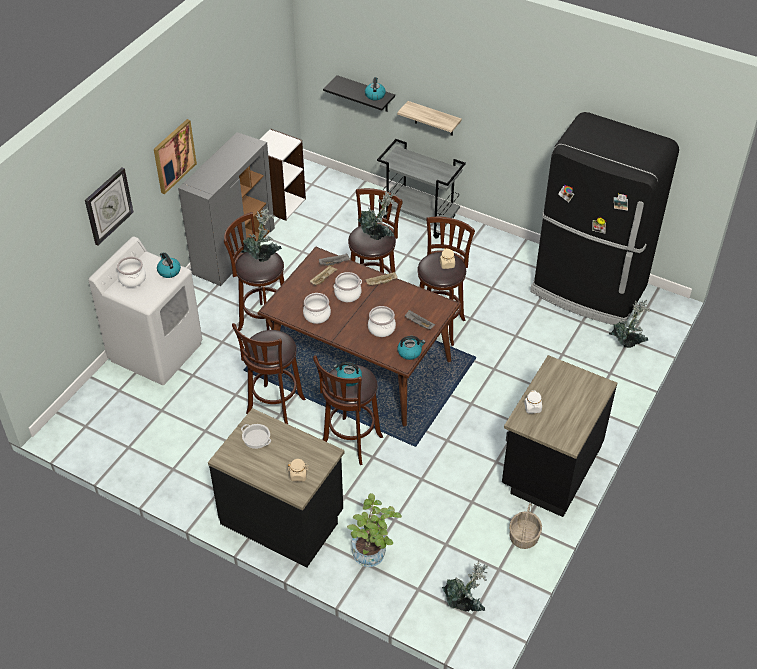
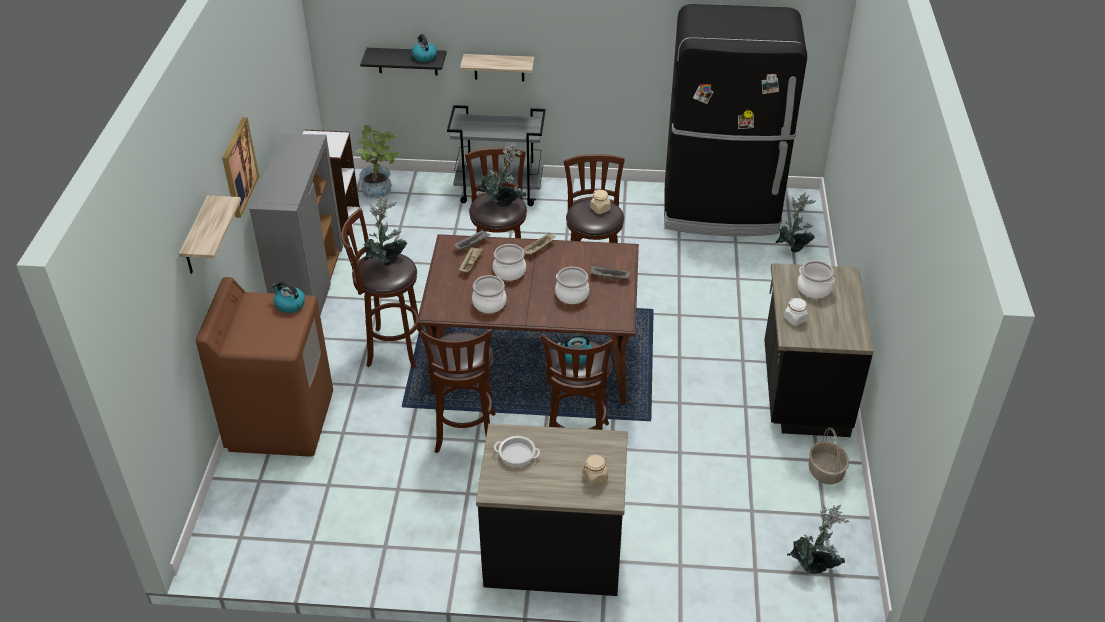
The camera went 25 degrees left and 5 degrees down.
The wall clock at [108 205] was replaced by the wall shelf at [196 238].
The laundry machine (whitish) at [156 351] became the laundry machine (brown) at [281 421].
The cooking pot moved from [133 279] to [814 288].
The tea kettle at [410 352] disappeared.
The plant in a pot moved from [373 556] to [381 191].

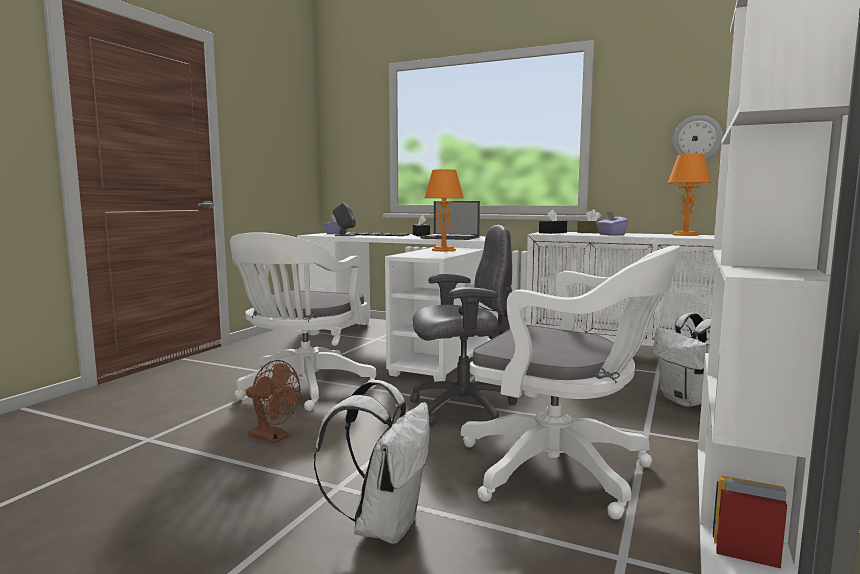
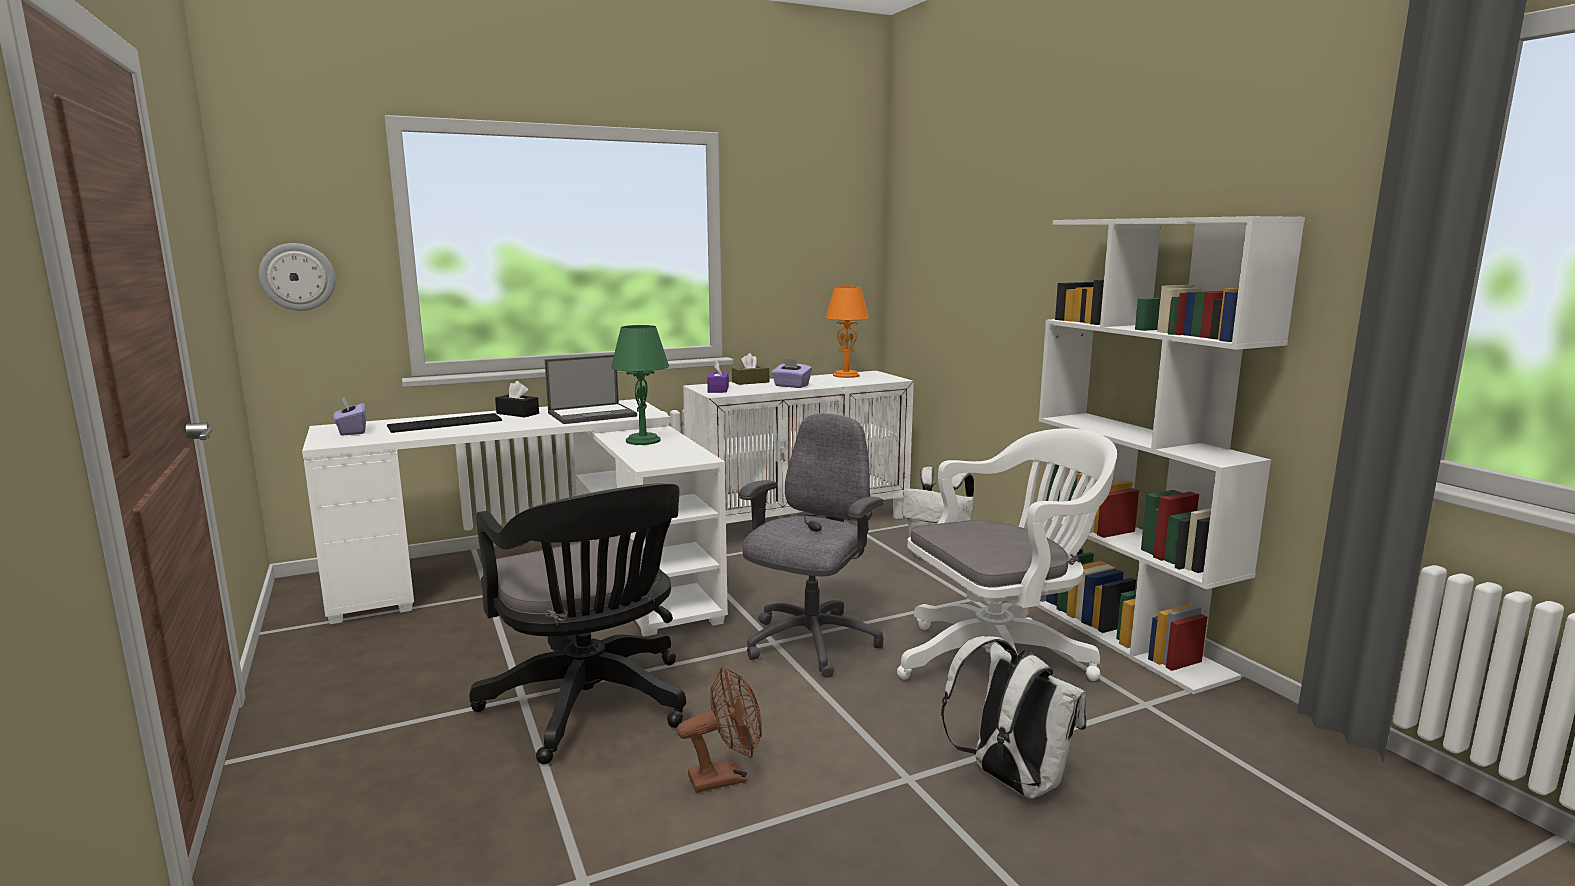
The camera went 50 degrees left and 5 degrees up.
The wall clock moved from [697 139] to [297 277].
The table lamp (orangey) at [444 250] became the table lamp (greenish) at [643 440].
The speaker (gray) at [344 235] disappeared.
The box of tissues (black-coloured) at [552 232] became the box of tissues (purple) at [718 389].
The computer chair (whitish) at [303 389] became the computer chair (black-coloured) at [591 707].

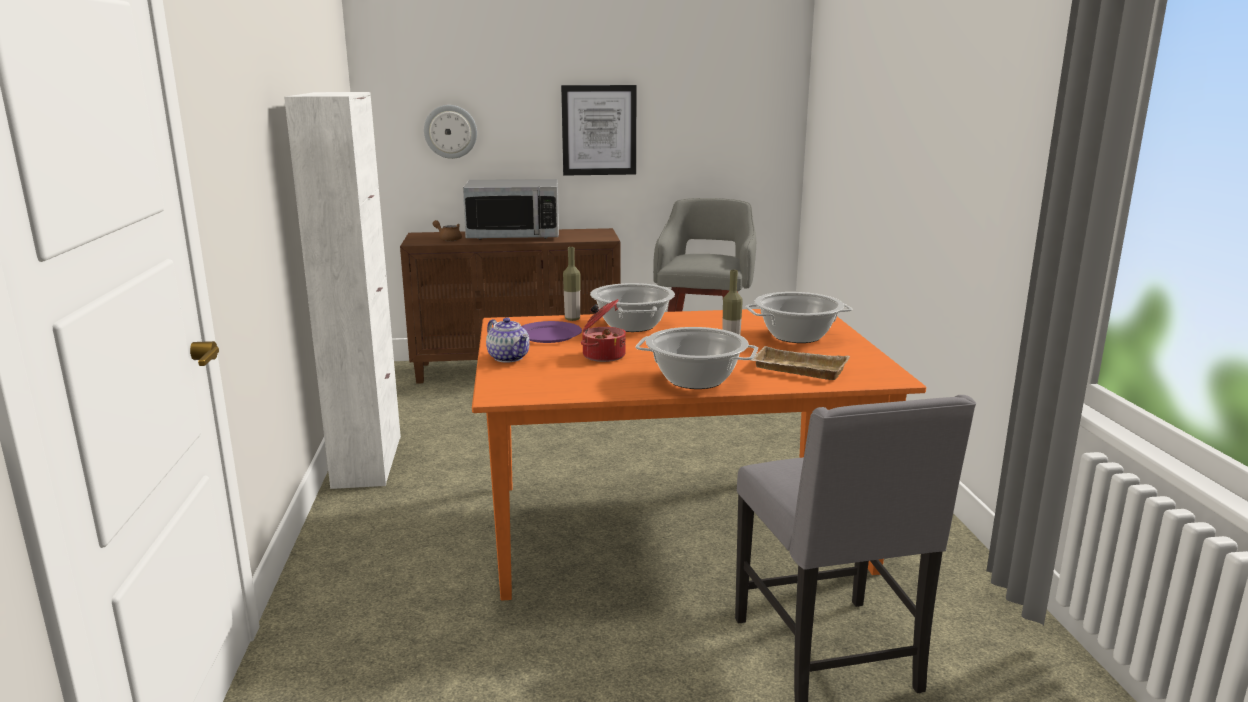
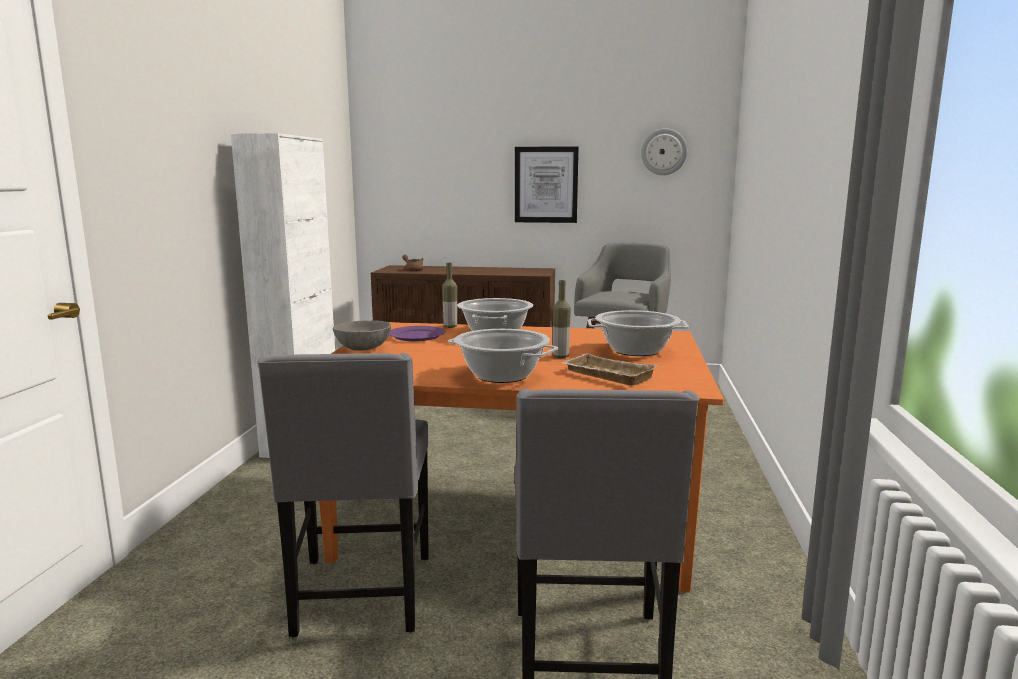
The camera went 15 degrees right and 5 degrees down.
The wall clock moved from [450 131] to [663 152].
The kitchen microwave at [514 235] disappeared.
The cooking pot at [602 355] disappeared.
The pot for tea at [509 358] was replaced by the serving bowl (gray) at [363 349].
The plain chair (gray) at [361 596] appeared.

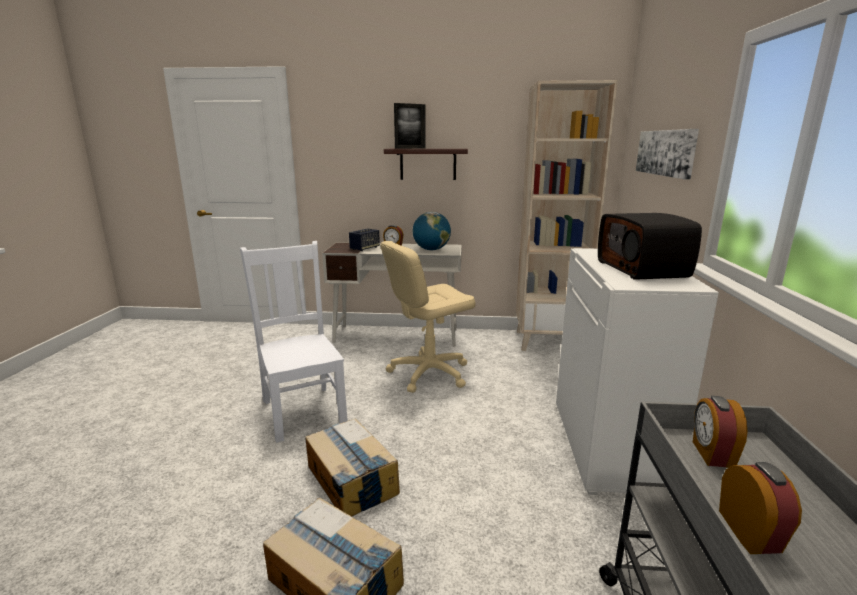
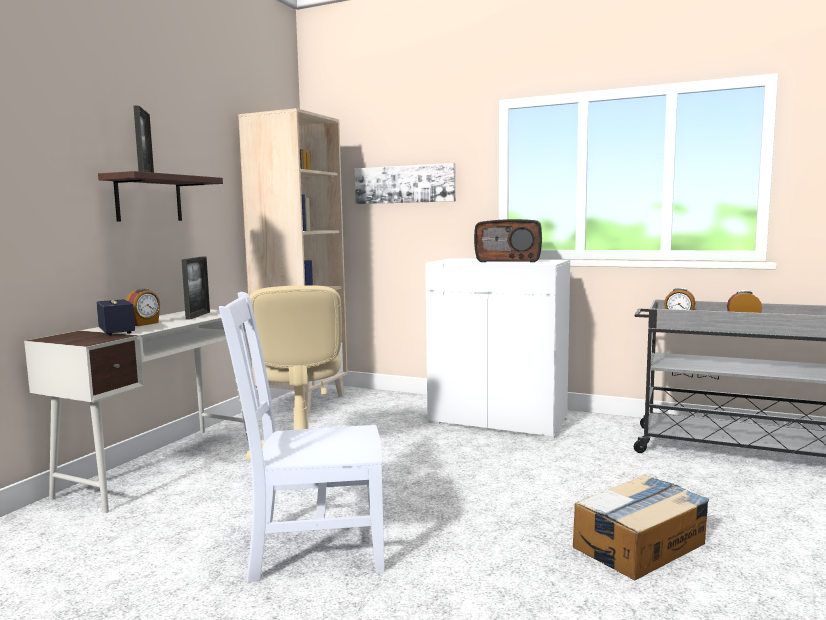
The camera went 70 degrees left and 10 degrees down.
The world globe at [431 250] was replaced by the picture frame at [198 315].
The carton at [351 480] disappeared.

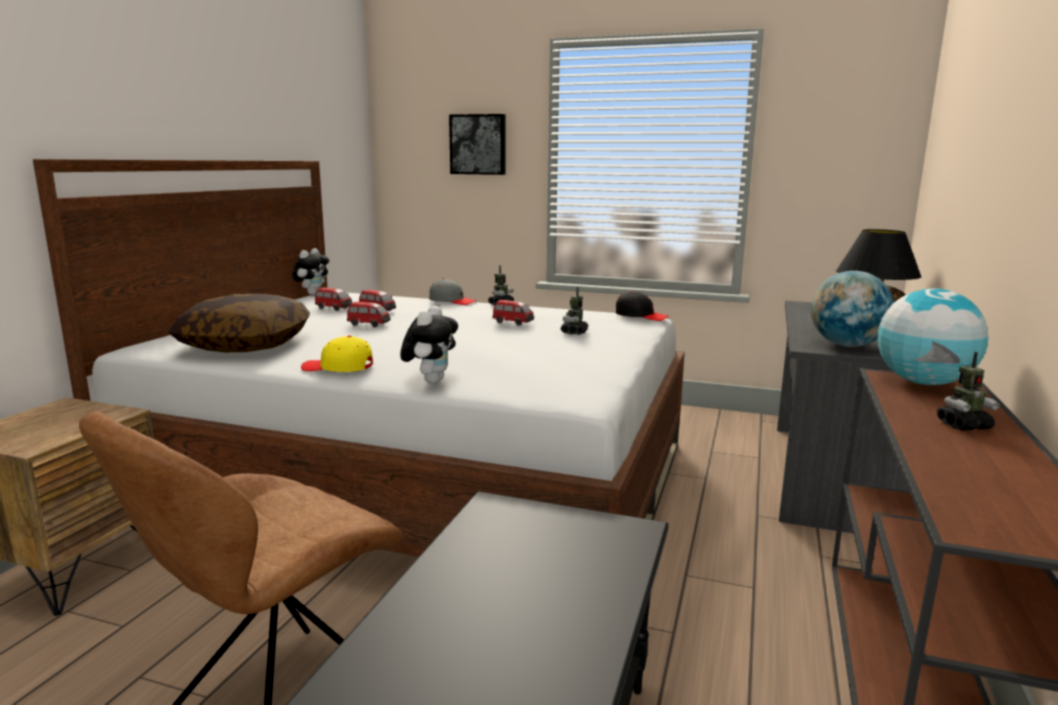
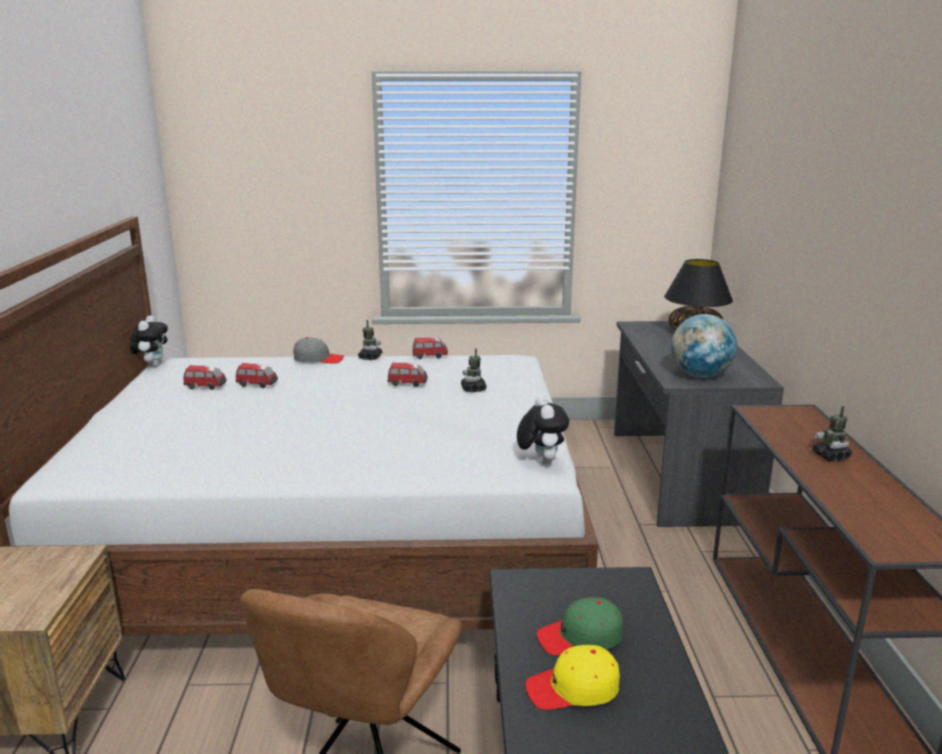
The camera went 20 degrees left and 5 degrees up.
The wall art at [478 144] disappeared.
The world globe at [923 382] disappeared.
The baseball cap (black-coloured) at [641 316] disappeared.
The throw pillow at [246 345] disappeared.
The miniature car moved from [369 324] to [430 356].
The cuddly toy moved from [431 380] to [540 461].
The baseball cap (yellowish) moved from [338 367] to [573 689].
The model robot at [963 425] turned 105 degrees clockwise.
The baseball cap (greenish) at [580 637] appeared.

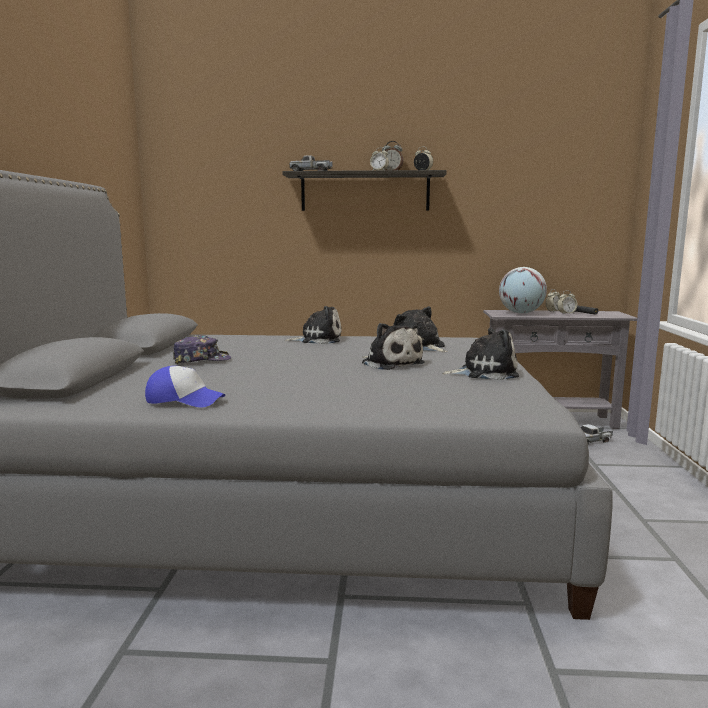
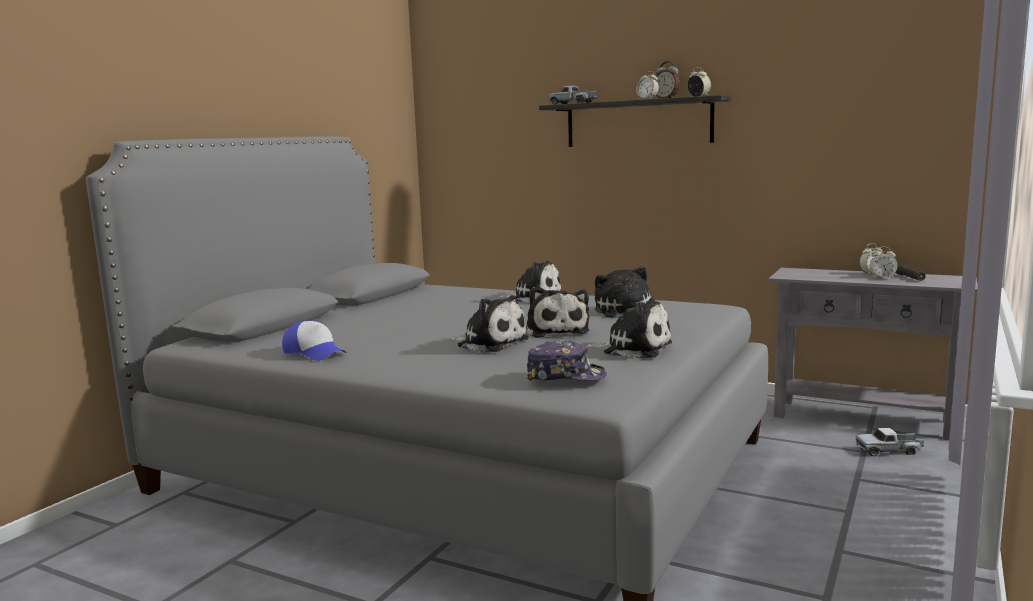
The camera went 25 degrees right and 0 degrees up.
The world globe at [521 313] disappeared.
The baseball cap moved from [202 360] to [565 376].
The cuddly toy at [490 343] appeared.

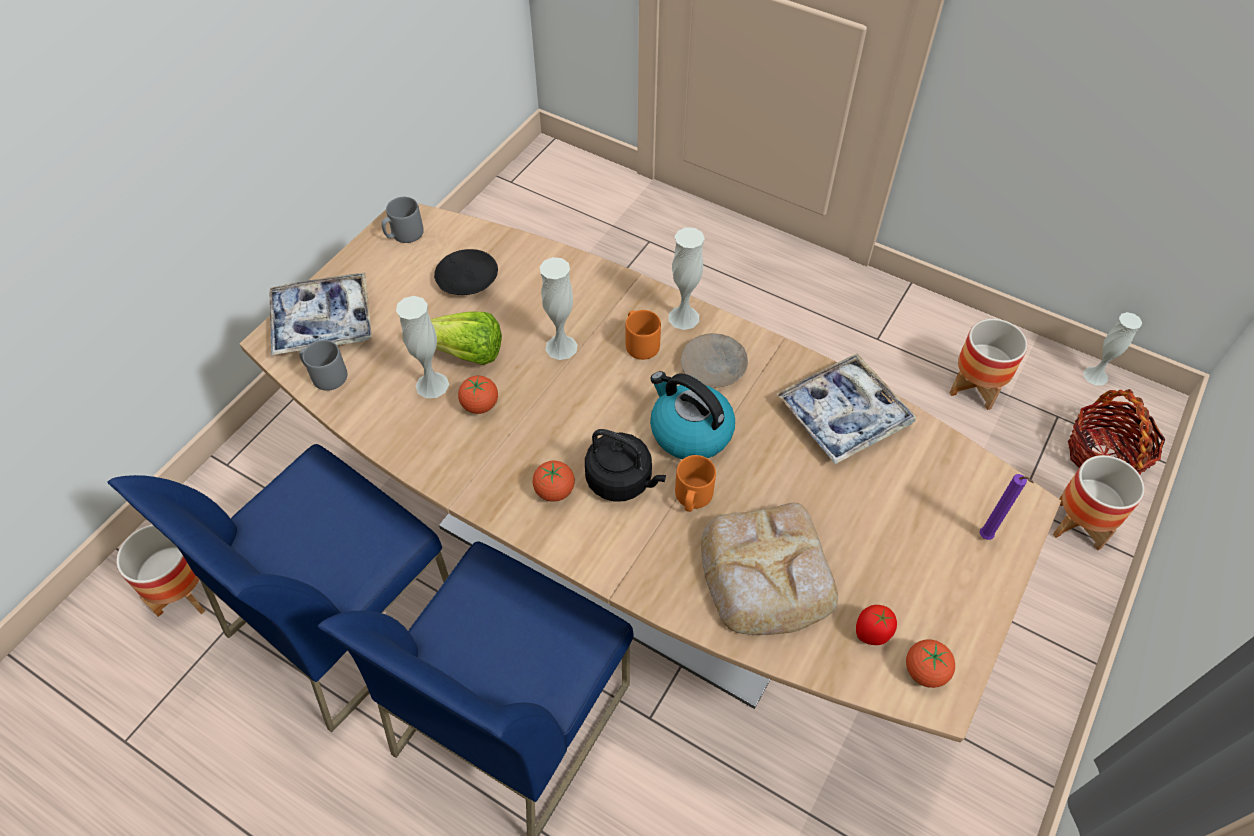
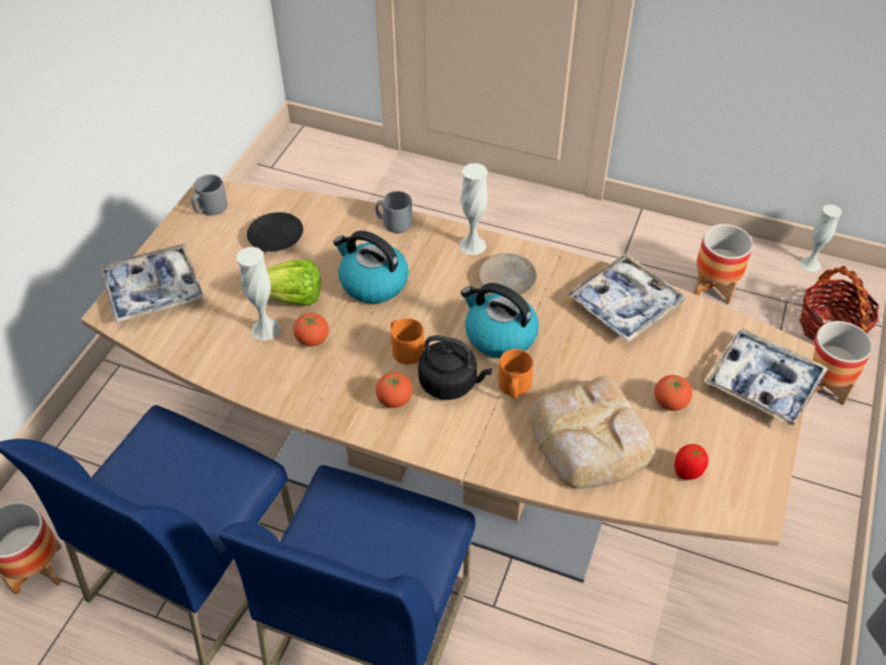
The camera went 10 degrees left and 5 degrees down.
The flower vase (whitish) at [561 347] was replaced by the tea kettle at [372 283].
The coffee mug (orangey) moved from [640 343] to [405 350].
The coffee mug (gray) moved from [326 375] to [394 223].
The candle (purple) at [986 538] was replaced by the tray at [762 383].
The tomato moved from [925 671] to [670 402].

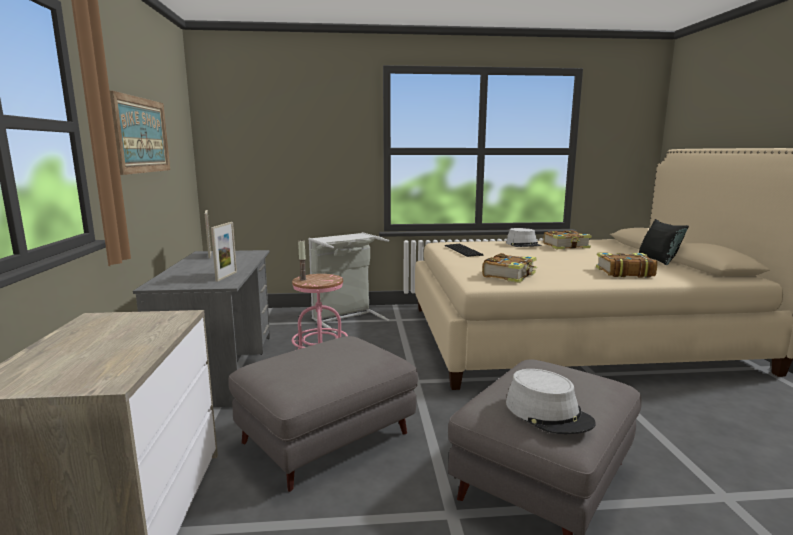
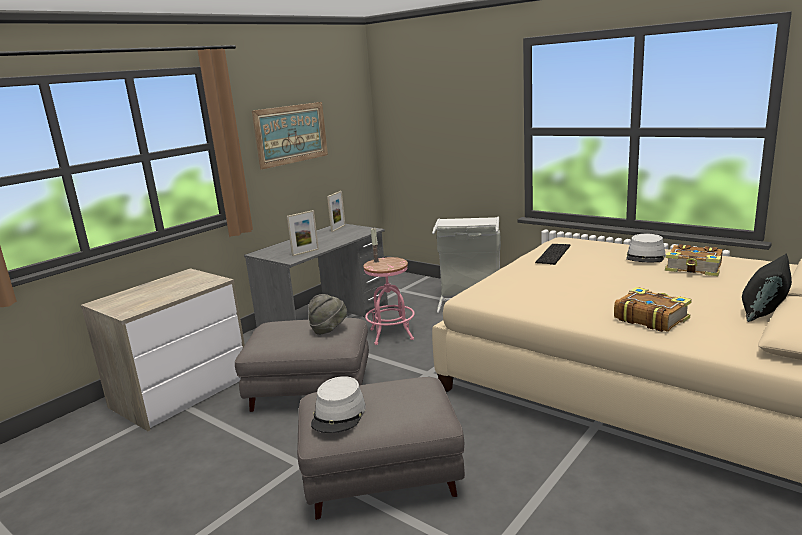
The camera went 45 degrees right and 5 degrees up.
The bound book at [510 276] disappeared.
The hat (gray) at [329 330] appeared.

